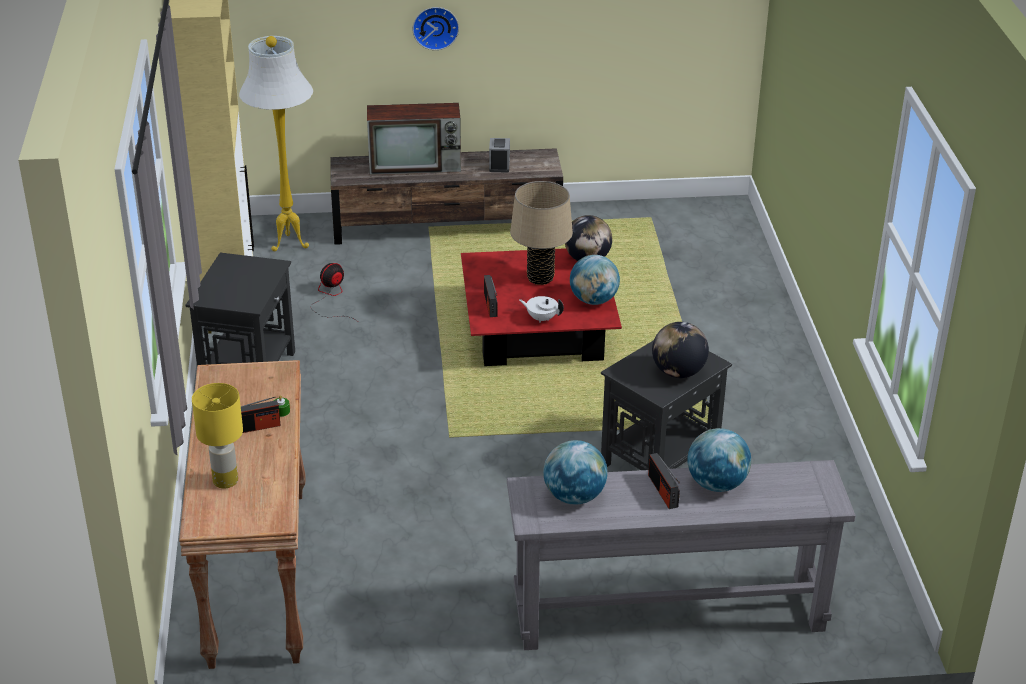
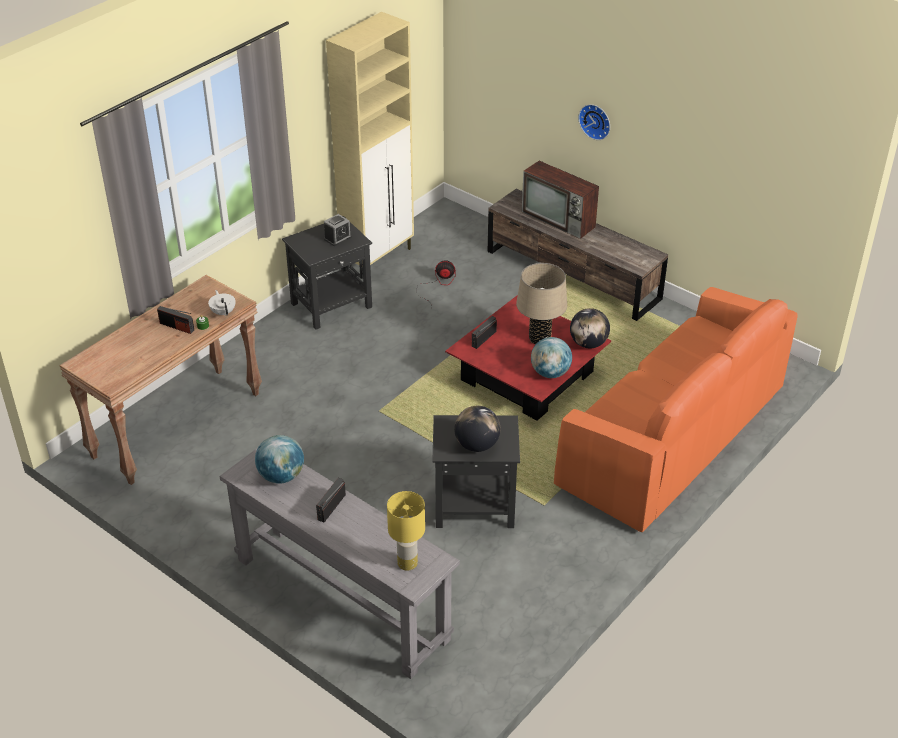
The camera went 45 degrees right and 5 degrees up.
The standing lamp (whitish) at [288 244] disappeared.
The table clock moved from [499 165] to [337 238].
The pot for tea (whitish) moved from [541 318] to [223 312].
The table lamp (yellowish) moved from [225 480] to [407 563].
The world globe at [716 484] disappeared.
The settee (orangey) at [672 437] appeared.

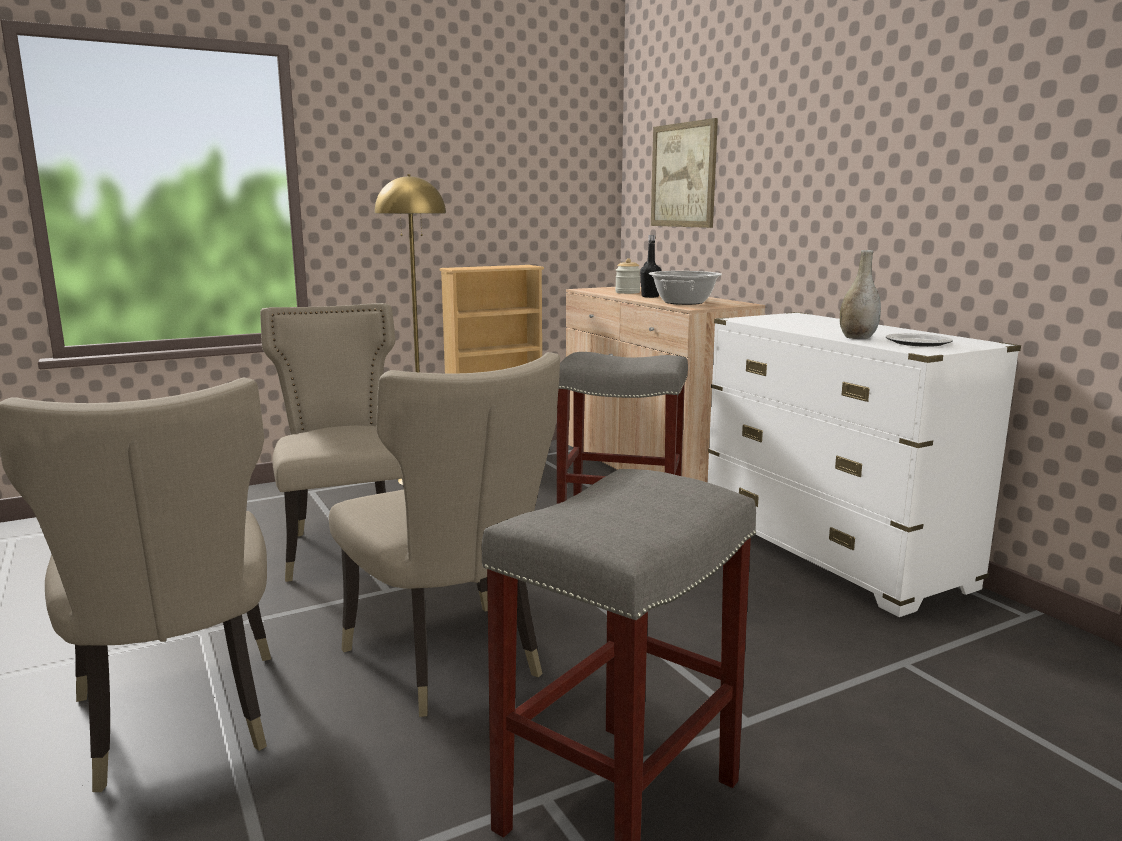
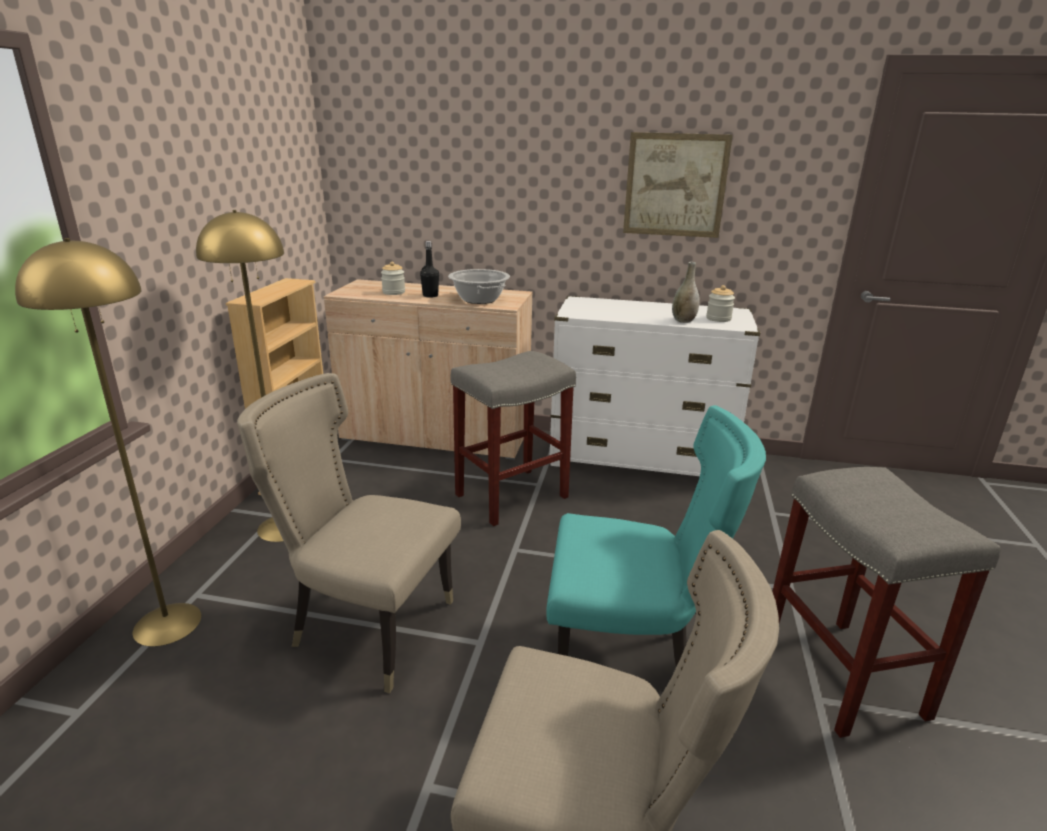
The camera went 50 degrees left and 10 degrees up.
The wall art moved from [683 175] to [675 185].
The flat dish at [918 343] was replaced by the jar at [718 318].
The plain chair (sand-coloured) at [451 662] became the plain chair (blue-green) at [629 662].
The standing lamp (yellowish) at [167 623] appeared.

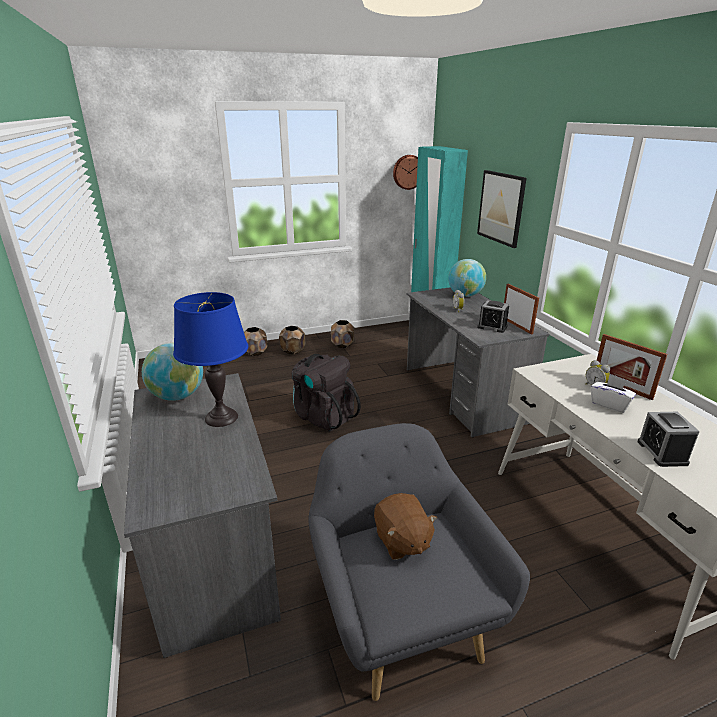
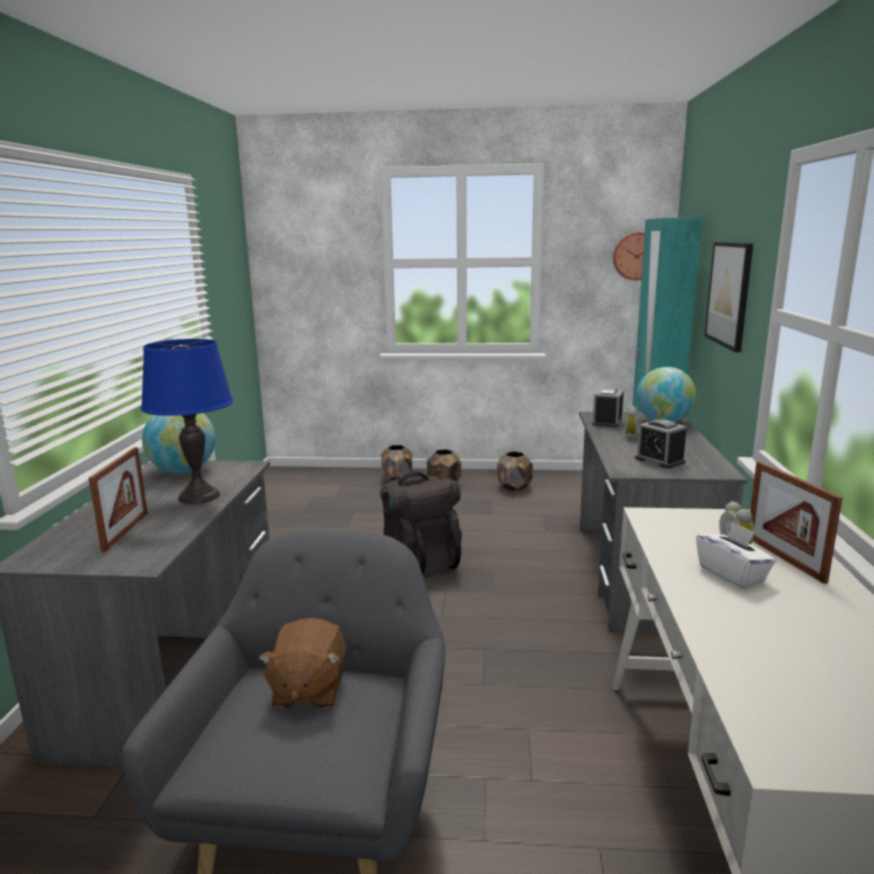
The camera went 25 degrees right and 10 degrees down.
The picture frame moved from [516 325] to [126 531].
The table clock moved from [662 452] to [607 422].

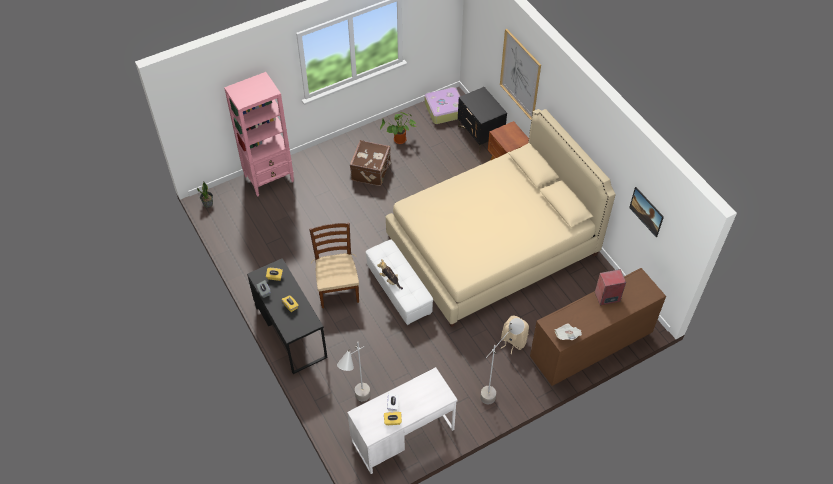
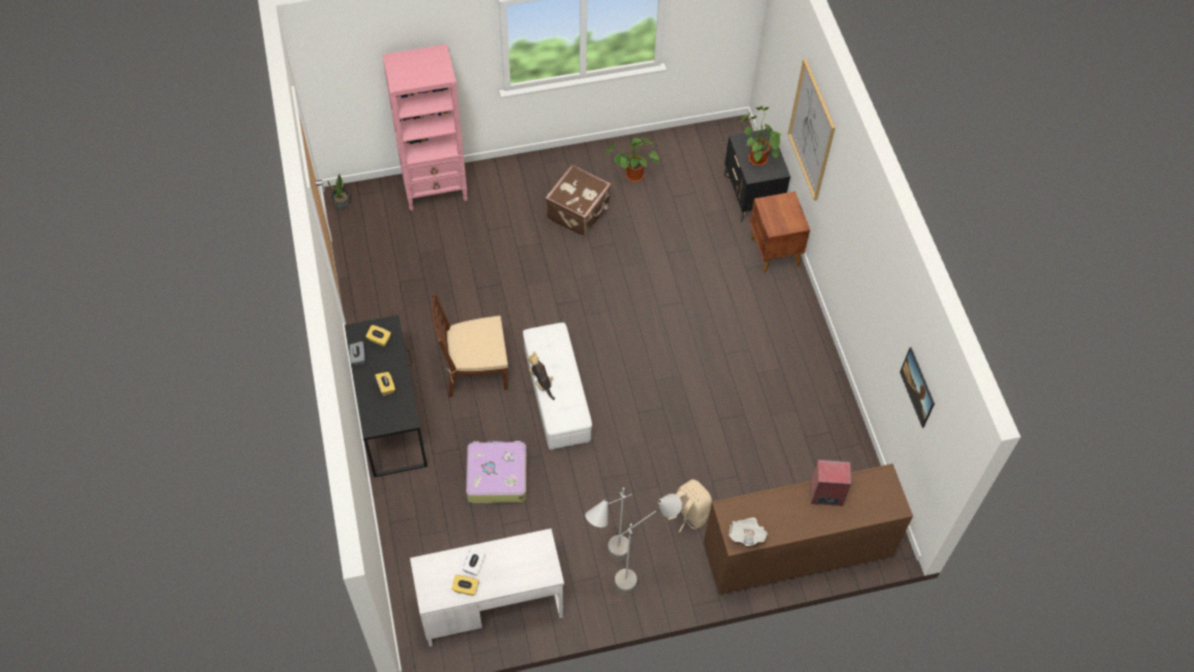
The camera went 15 degrees right and 5 degrees up.
The suitcase moved from [444 110] to [496 476].
The bedroom bed (sand-coloured) at [492 246] disappeared.
The plain chair (brown) at [337 288] turned 105 degrees counterclockwise.
The standing lamp (gray) moved from [357 405] to [607 564].
The plant in a pot at [756 158] appeared.

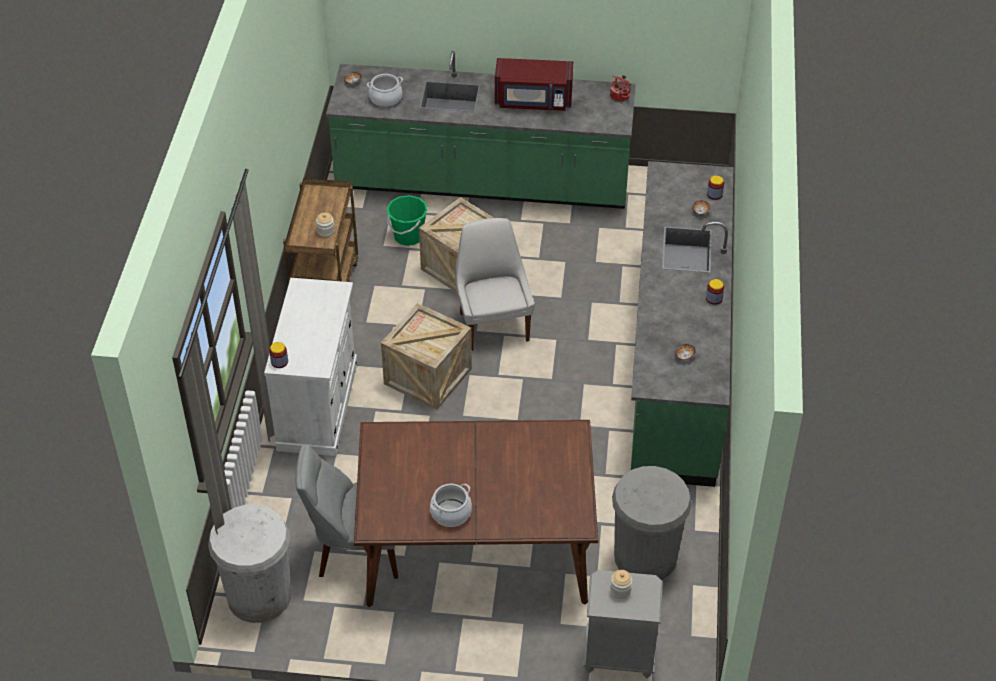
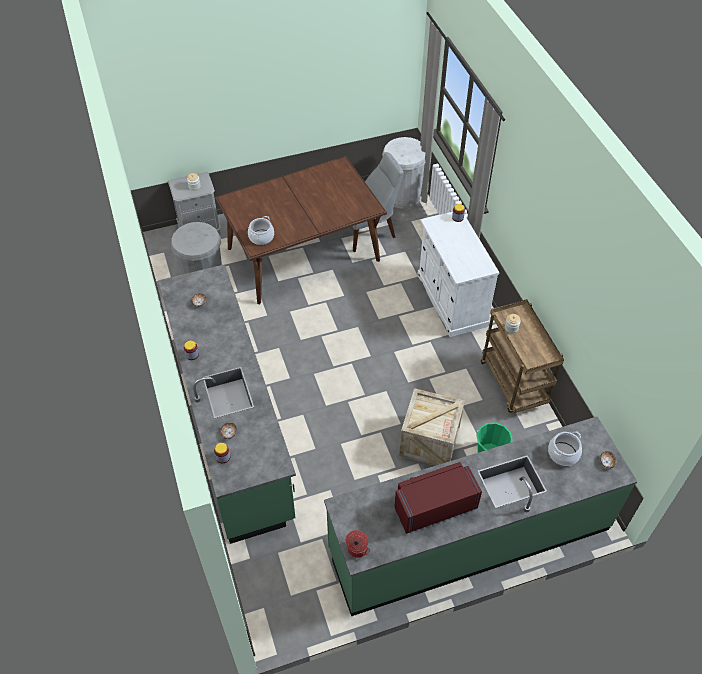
The camera went 155 degrees right and 5 degrees up.
The plain chair (whitish) at [493 325] disappeared.
The shipping crate at [428 376] disappeared.
The cooking pot moved from [451 513] to [261 237].

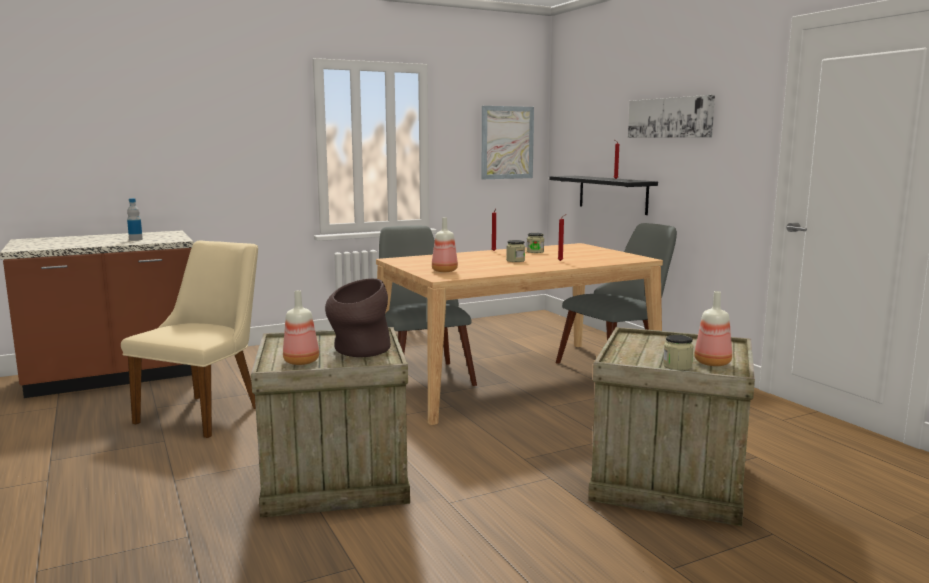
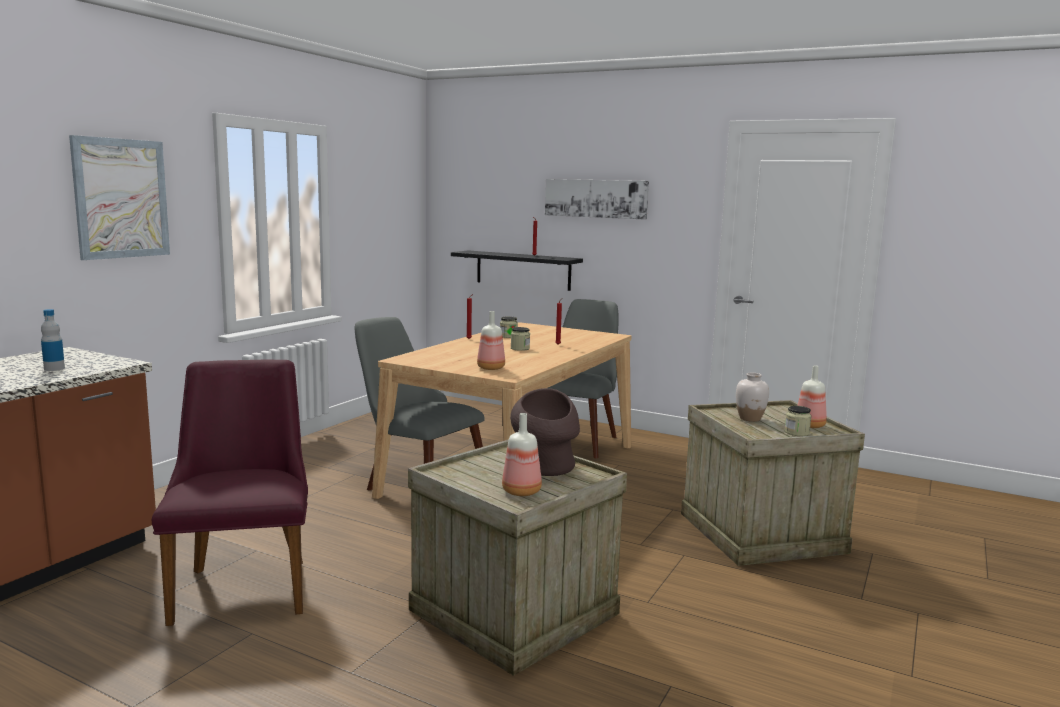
The camera went 35 degrees left and 0 degrees up.
The wall art moved from [507 142] to [121 198].
The plain chair (sand-coloured) at [208 411] became the plain chair (purple) at [245 583].
The flower vase (whitish) at [750 418] appeared.

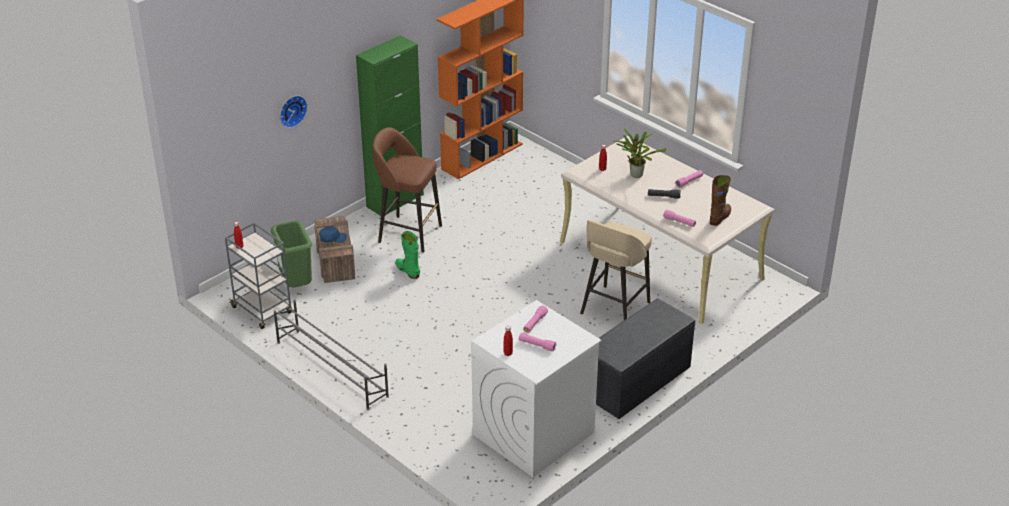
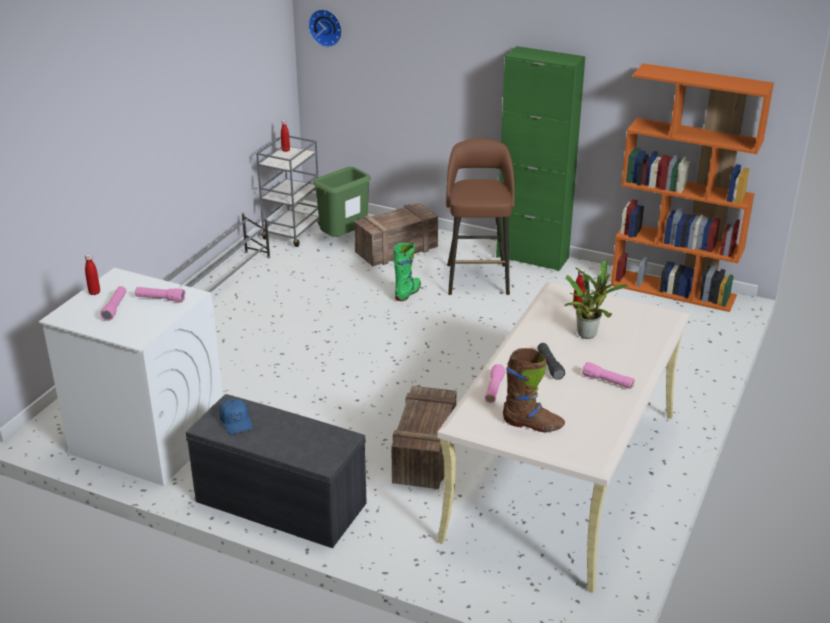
The camera went 70 degrees right and 5 degrees down.
The wall clock moved from [291 110] to [326 27].
The stool (sand-coloured) at [614 309] was replaced by the shipping crate at [424 454].
The baseball cap (blue-coloured) moved from [332 238] to [236 421].

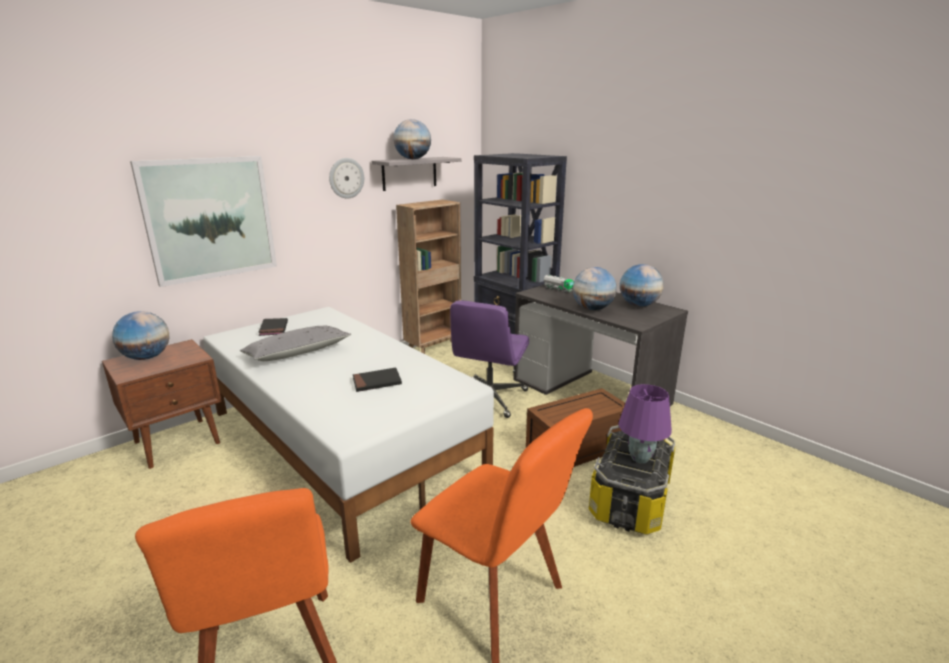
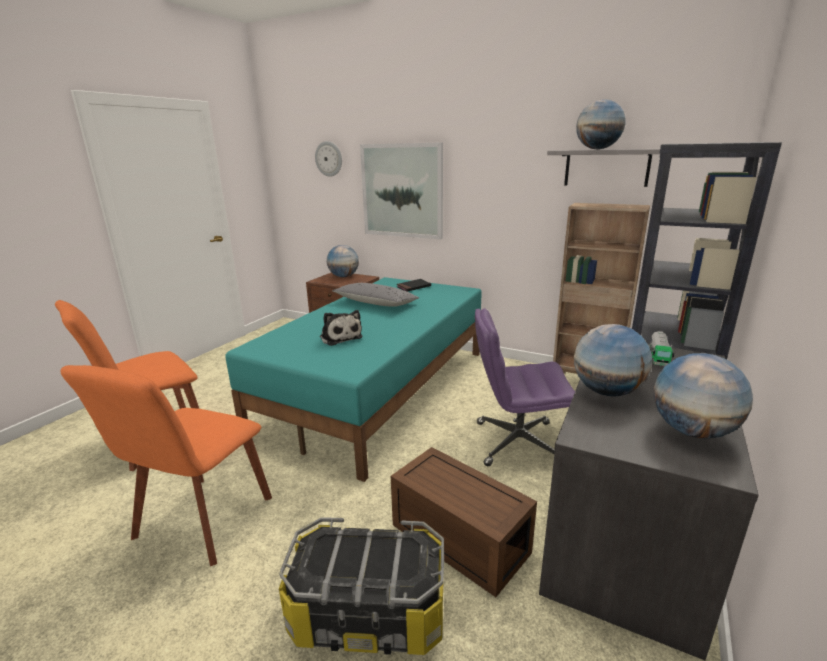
The camera went 70 degrees right and 0 degrees up.
The wall clock moved from [346 178] to [329 159].
The bedroom bed (whitish) at [342 442] became the bedroom bed (blue-green) at [380 389].
The bound book (black-coloured) at [377 382] was replaced by the cuddly toy at [340 337].
The table lamp (purple) at [640 459] disappeared.

